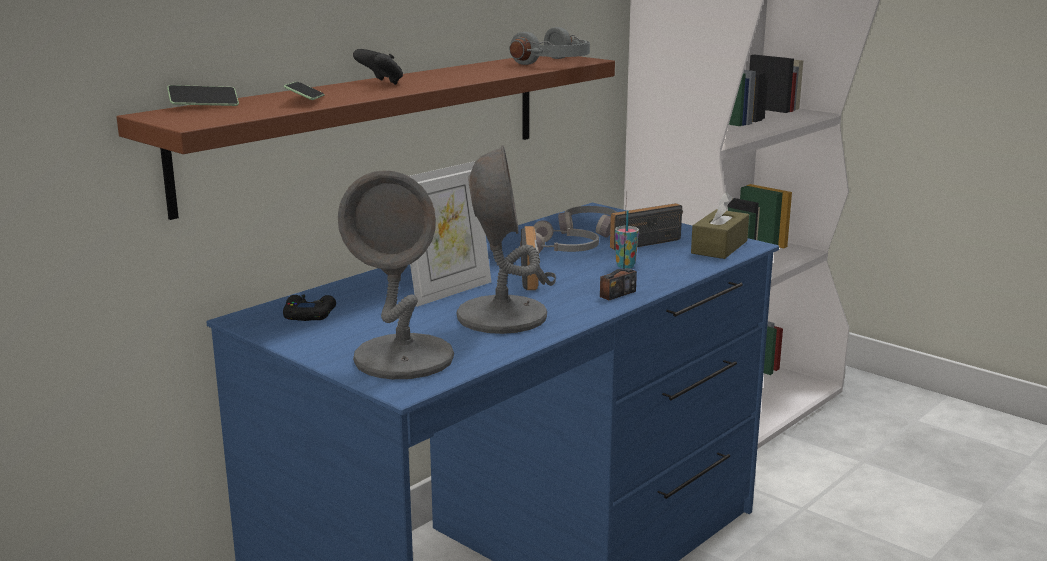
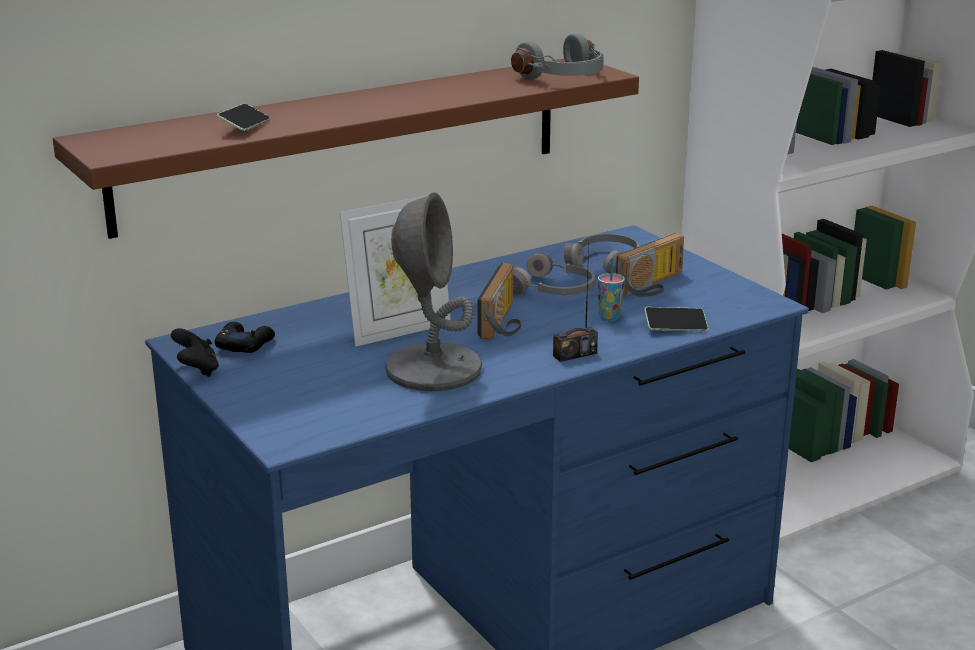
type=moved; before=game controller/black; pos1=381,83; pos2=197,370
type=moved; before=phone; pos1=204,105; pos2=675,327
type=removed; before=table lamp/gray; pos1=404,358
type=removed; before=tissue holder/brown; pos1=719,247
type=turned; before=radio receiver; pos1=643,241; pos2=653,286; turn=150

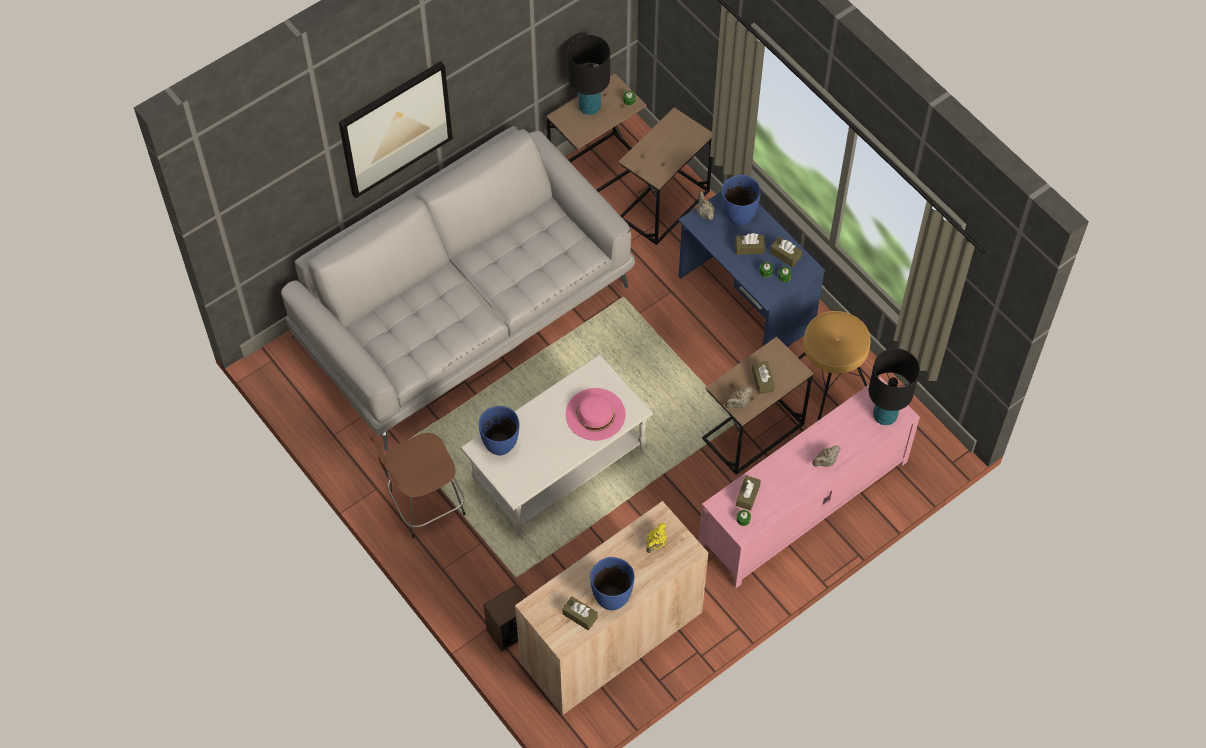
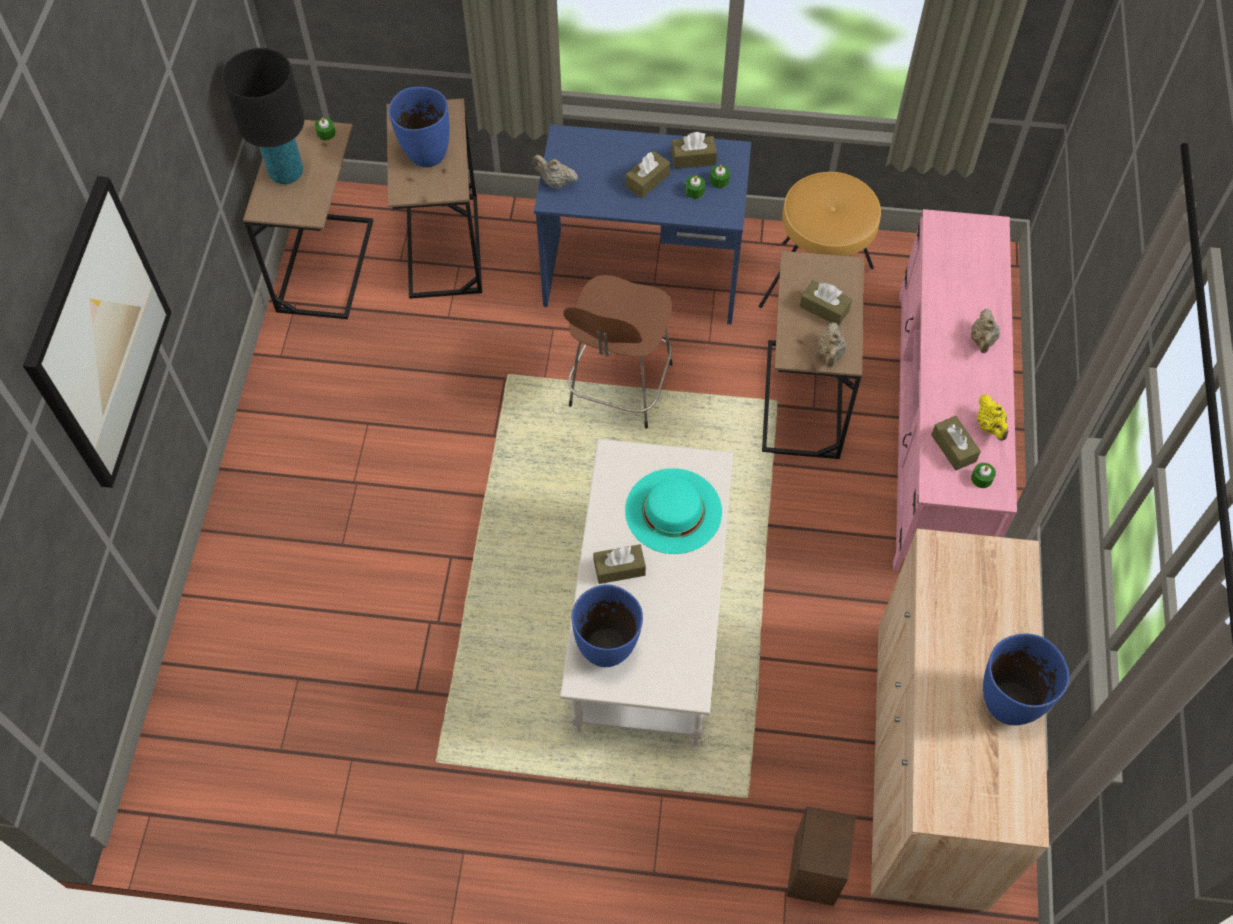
type=removed; before=settee/gray; pos1=465,310
type=moved; before=flower vase/bluish; pos1=738,216; pos2=426,155
type=removed; before=table lamp/black; pos1=885,415
type=recoloured; before=hat/pink-coloured; after=hat/turquoise; pos1=595,414; pos2=673,510
type=moved; before=sitting stool/brown; pos1=424,504; pos2=619,388
type=moved; before=teapot/yellow-coloured; pos1=656,543; pos2=990,426
type=moved; before=tissue holder/brown; pos1=580,616; pos2=619,568

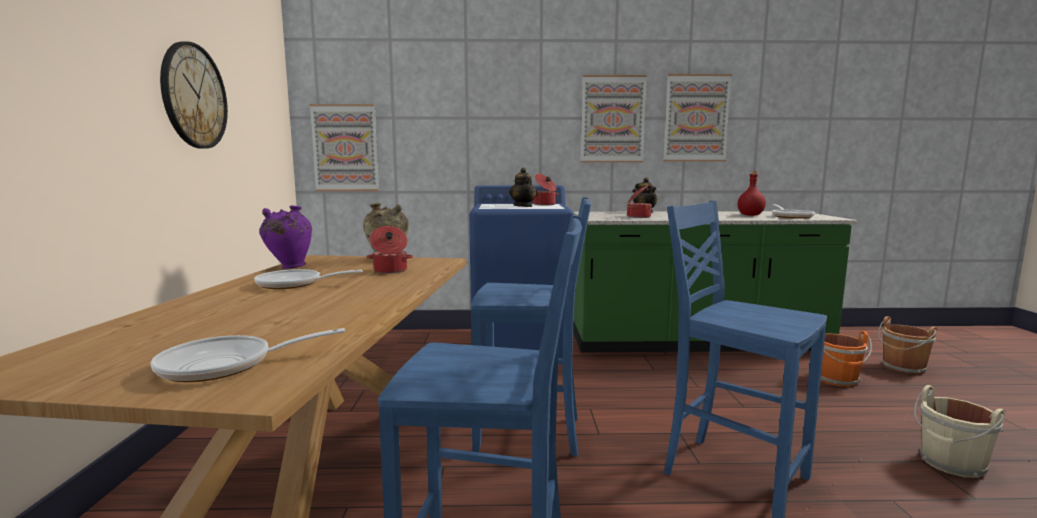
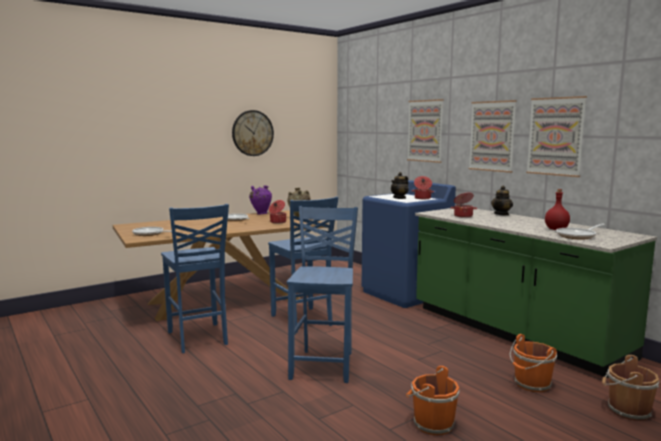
type=moved; before=picture; pos1=345,148; pos2=425,131
type=recoloured; before=pail/sand-coloured; after=pail/orangey; pos1=951,464; pos2=431,424

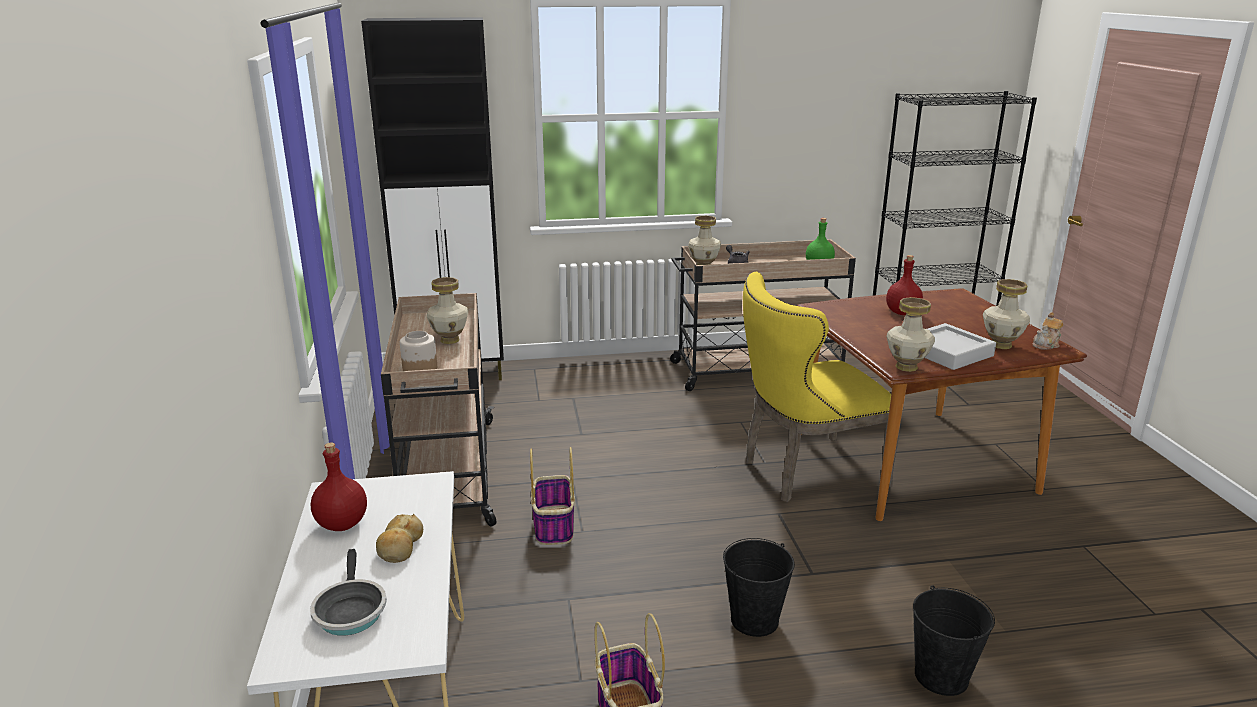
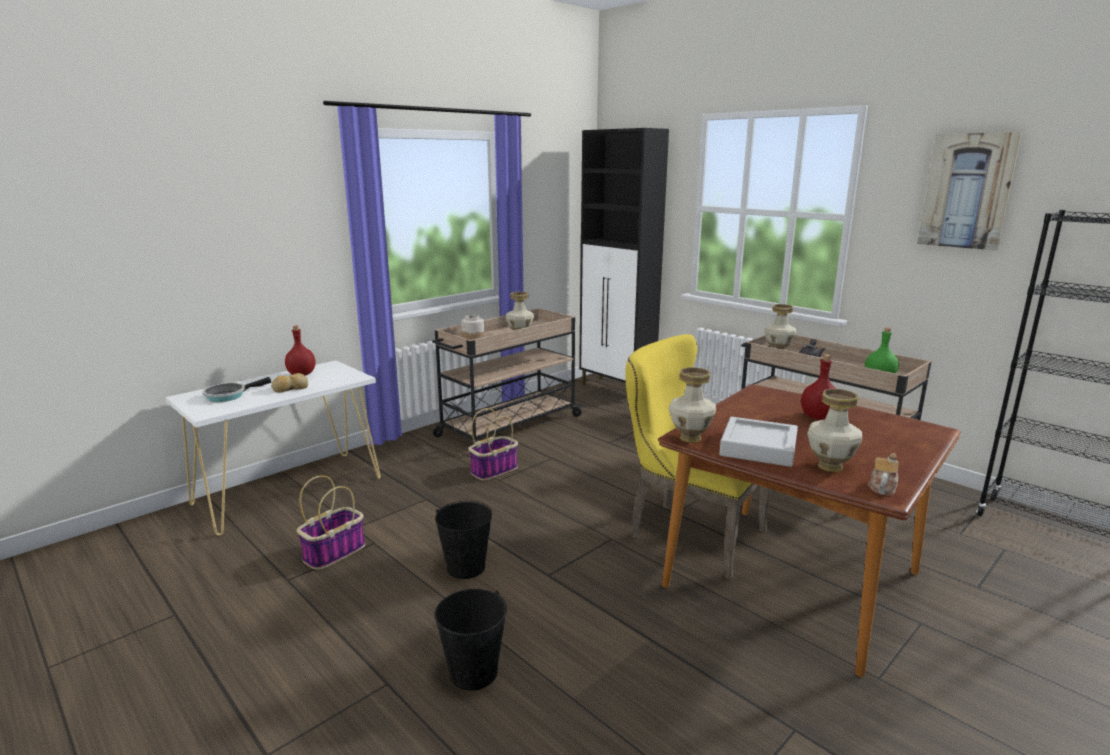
type=turned; before=teapot; pos1=1046,345; pos2=882,487; turn=105
type=added; after=picture; pos2=967,191

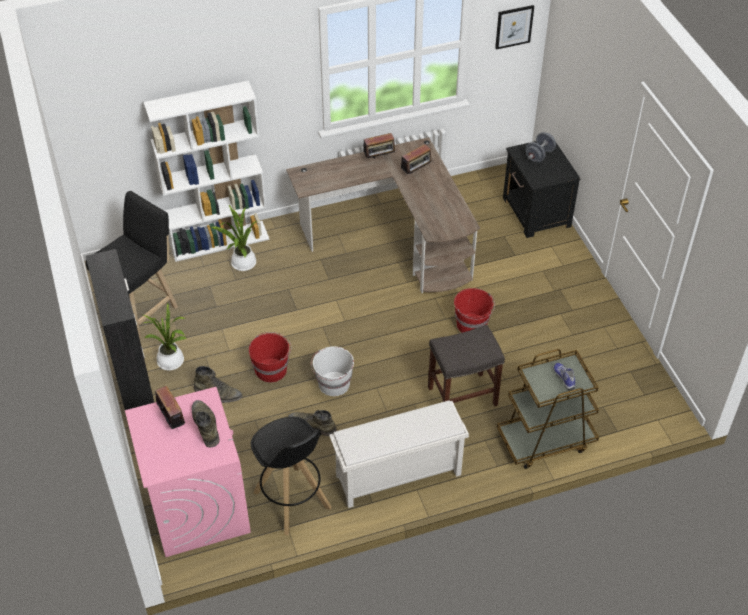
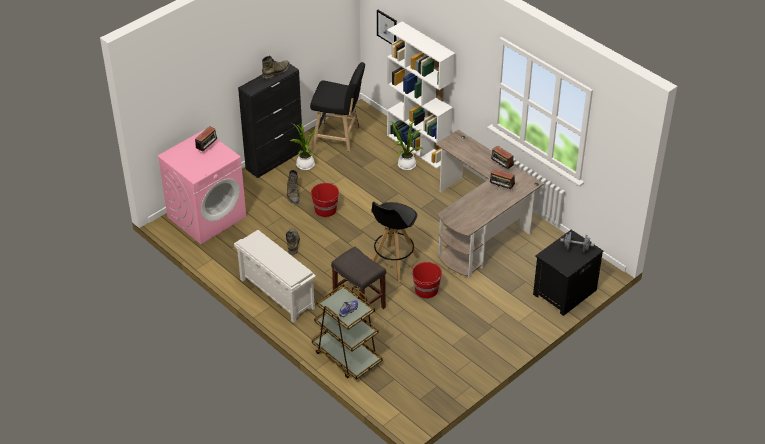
type=moved; before=picture; pos1=514,26; pos2=387,27
type=removed; before=pail/white-coloured; pos1=333,384
type=moved; before=tall boot/greenish; pos1=205,425; pos2=276,72
type=moved; before=sitting stool/black; pos1=292,500; pos2=393,263

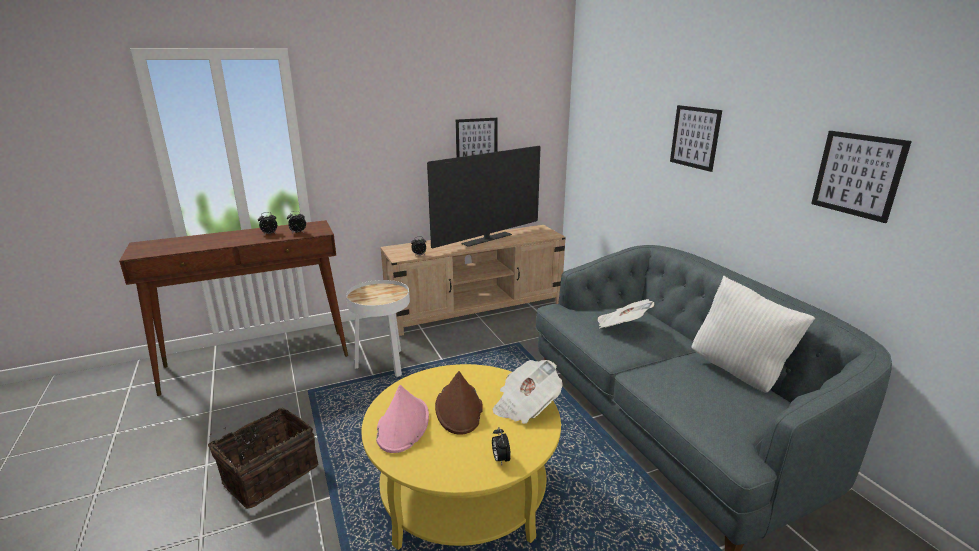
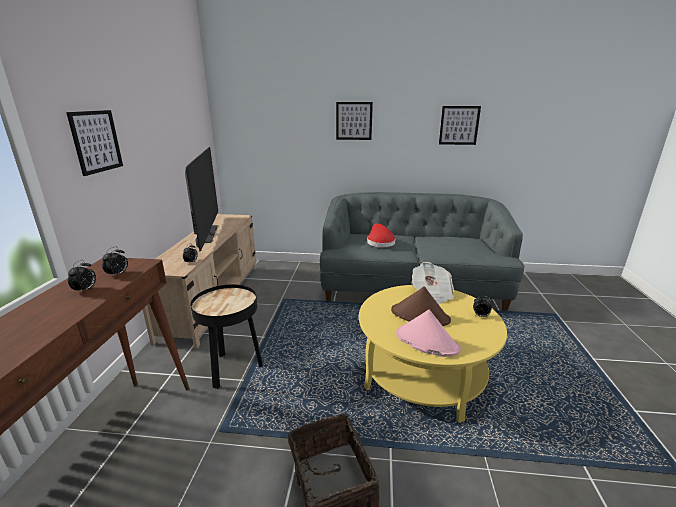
type=moved; before=picture; pos1=476,141; pos2=96,141
type=removed; before=pillow/white-coloured; pos1=739,373
type=recoloured; before=accent table/white-coloured; after=accent table/black; pos1=384,364; pos2=233,368
type=replaced; before=printed paper; after=hat/red; pos1=621,326; pos2=379,242

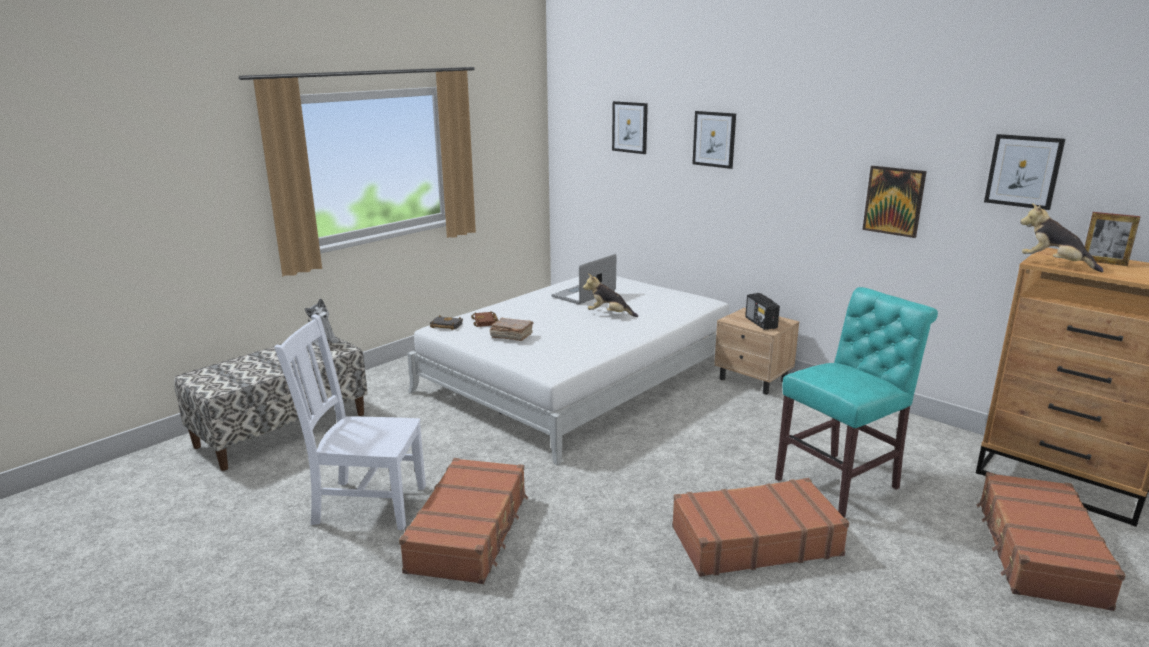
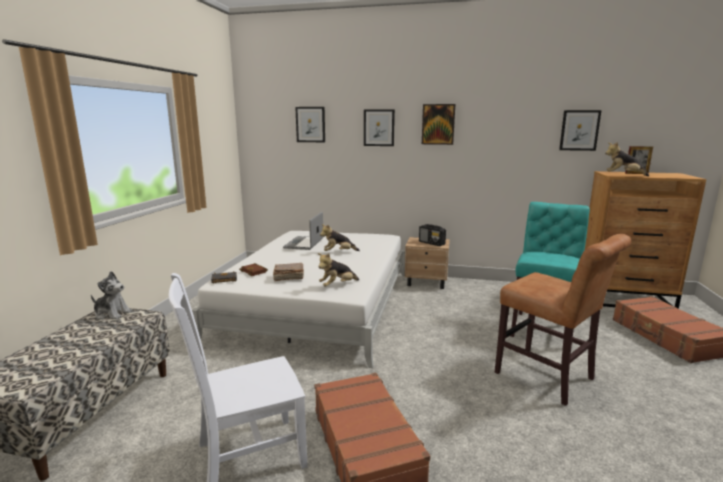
type=moved; before=picture; pos1=894,201; pos2=438,124
type=replaced; before=piece of luggage/brown; after=upright chair/brown; pos1=754,540; pos2=548,378
type=added; after=plush toy; pos2=337,285

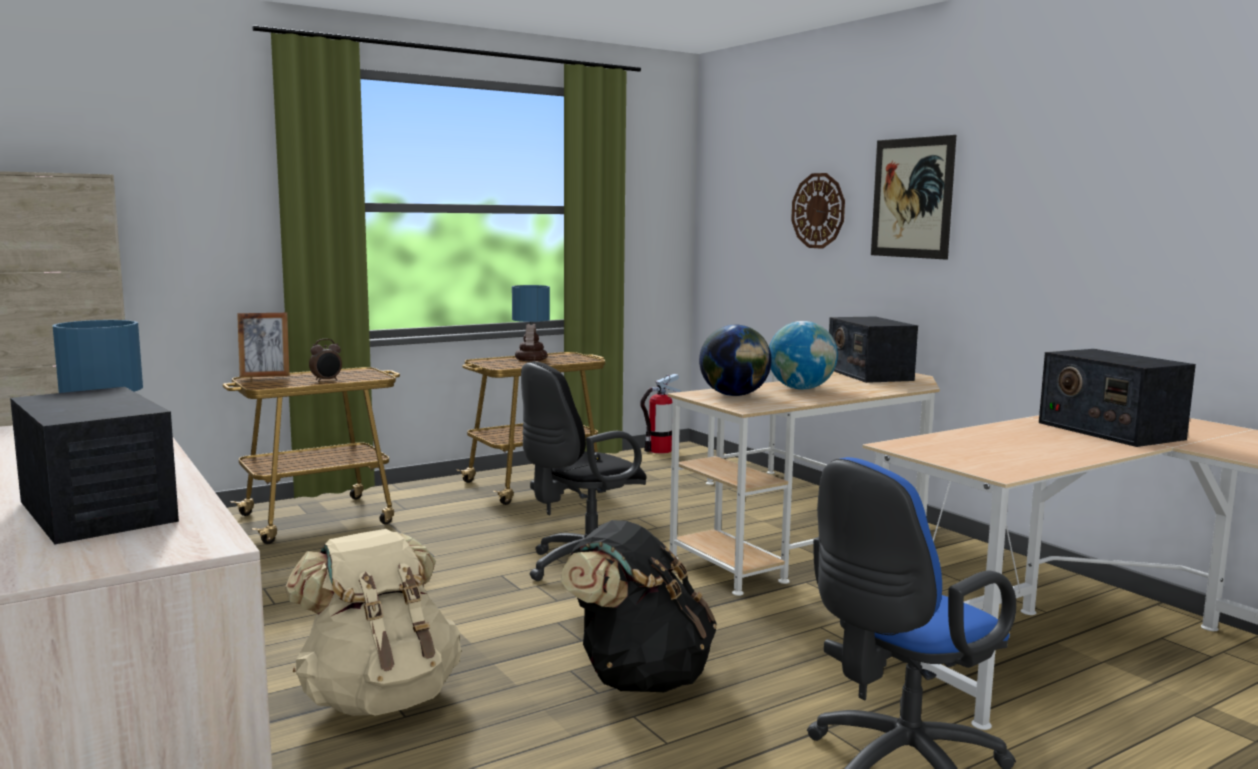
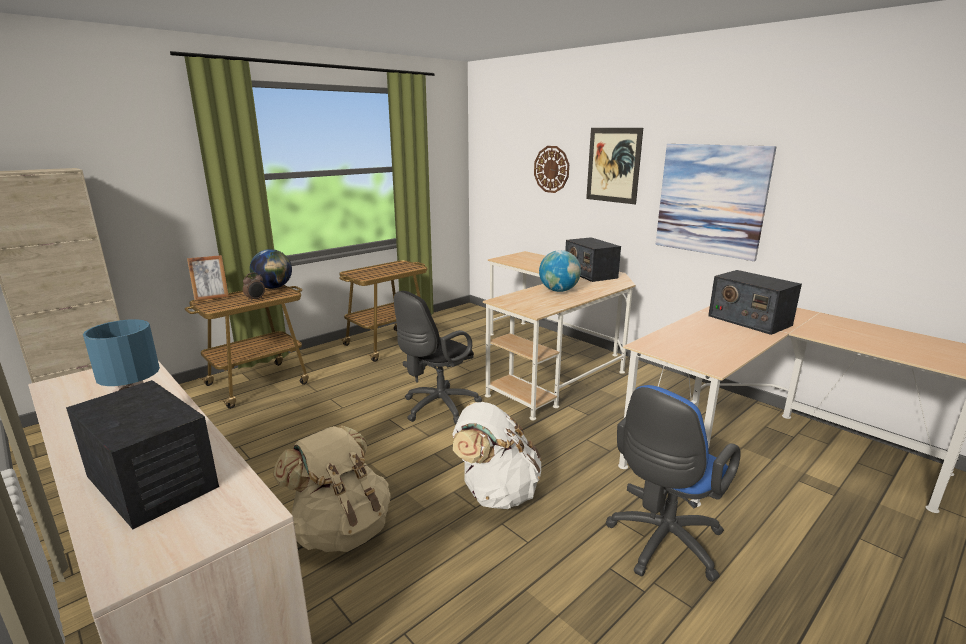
type=removed; before=table lamp; pos1=531,359
type=moved; before=globe; pos1=734,395; pos2=274,287
type=removed; before=fire extinguisher; pos1=659,450
type=recoloured; before=rucksack/black; after=rucksack/white-coloured; pos1=638,678; pos2=496,492
type=added; after=picture; pos2=711,200

